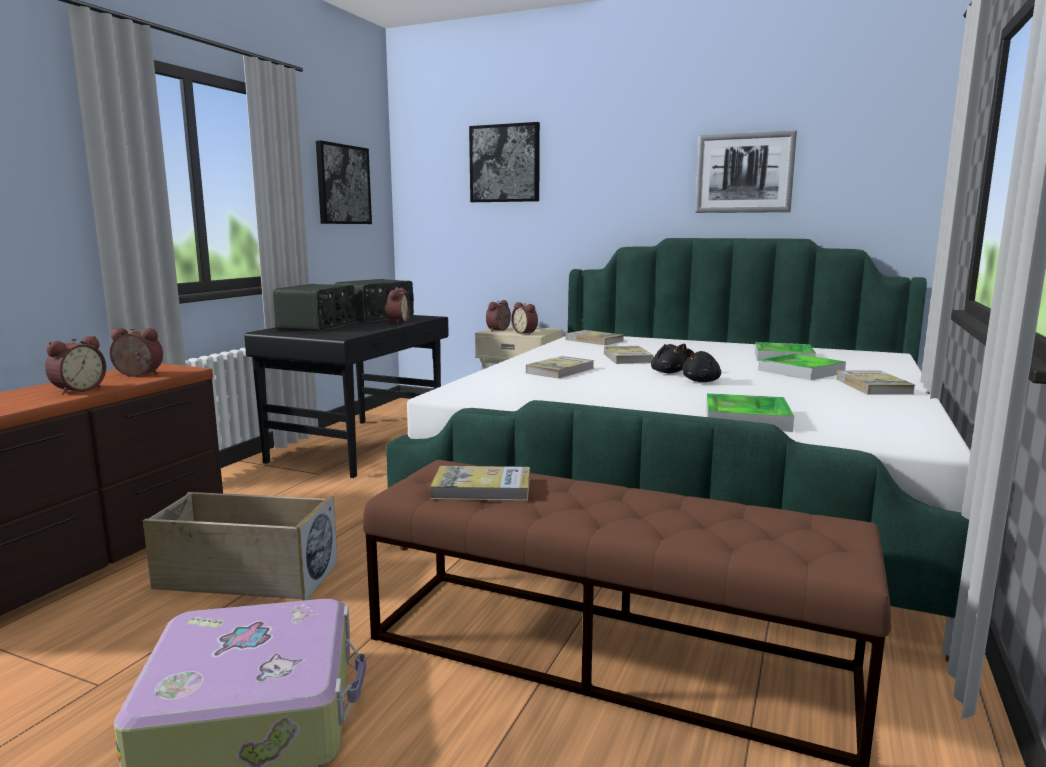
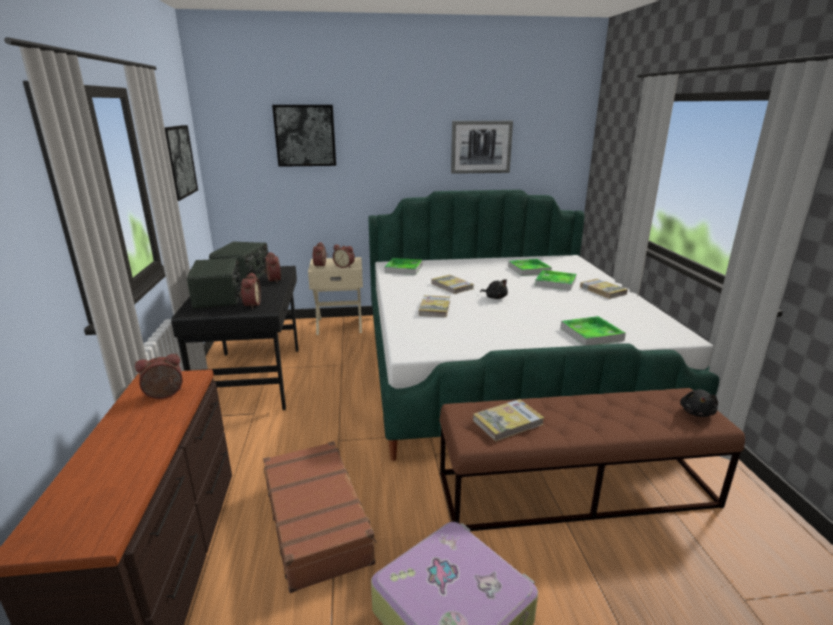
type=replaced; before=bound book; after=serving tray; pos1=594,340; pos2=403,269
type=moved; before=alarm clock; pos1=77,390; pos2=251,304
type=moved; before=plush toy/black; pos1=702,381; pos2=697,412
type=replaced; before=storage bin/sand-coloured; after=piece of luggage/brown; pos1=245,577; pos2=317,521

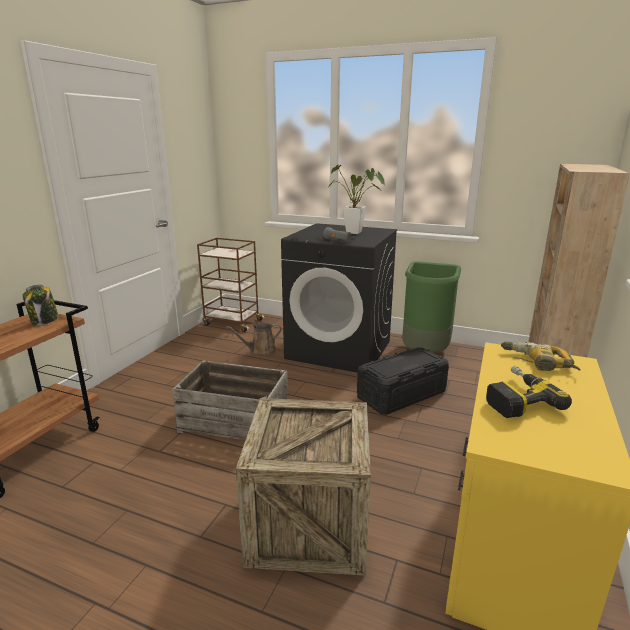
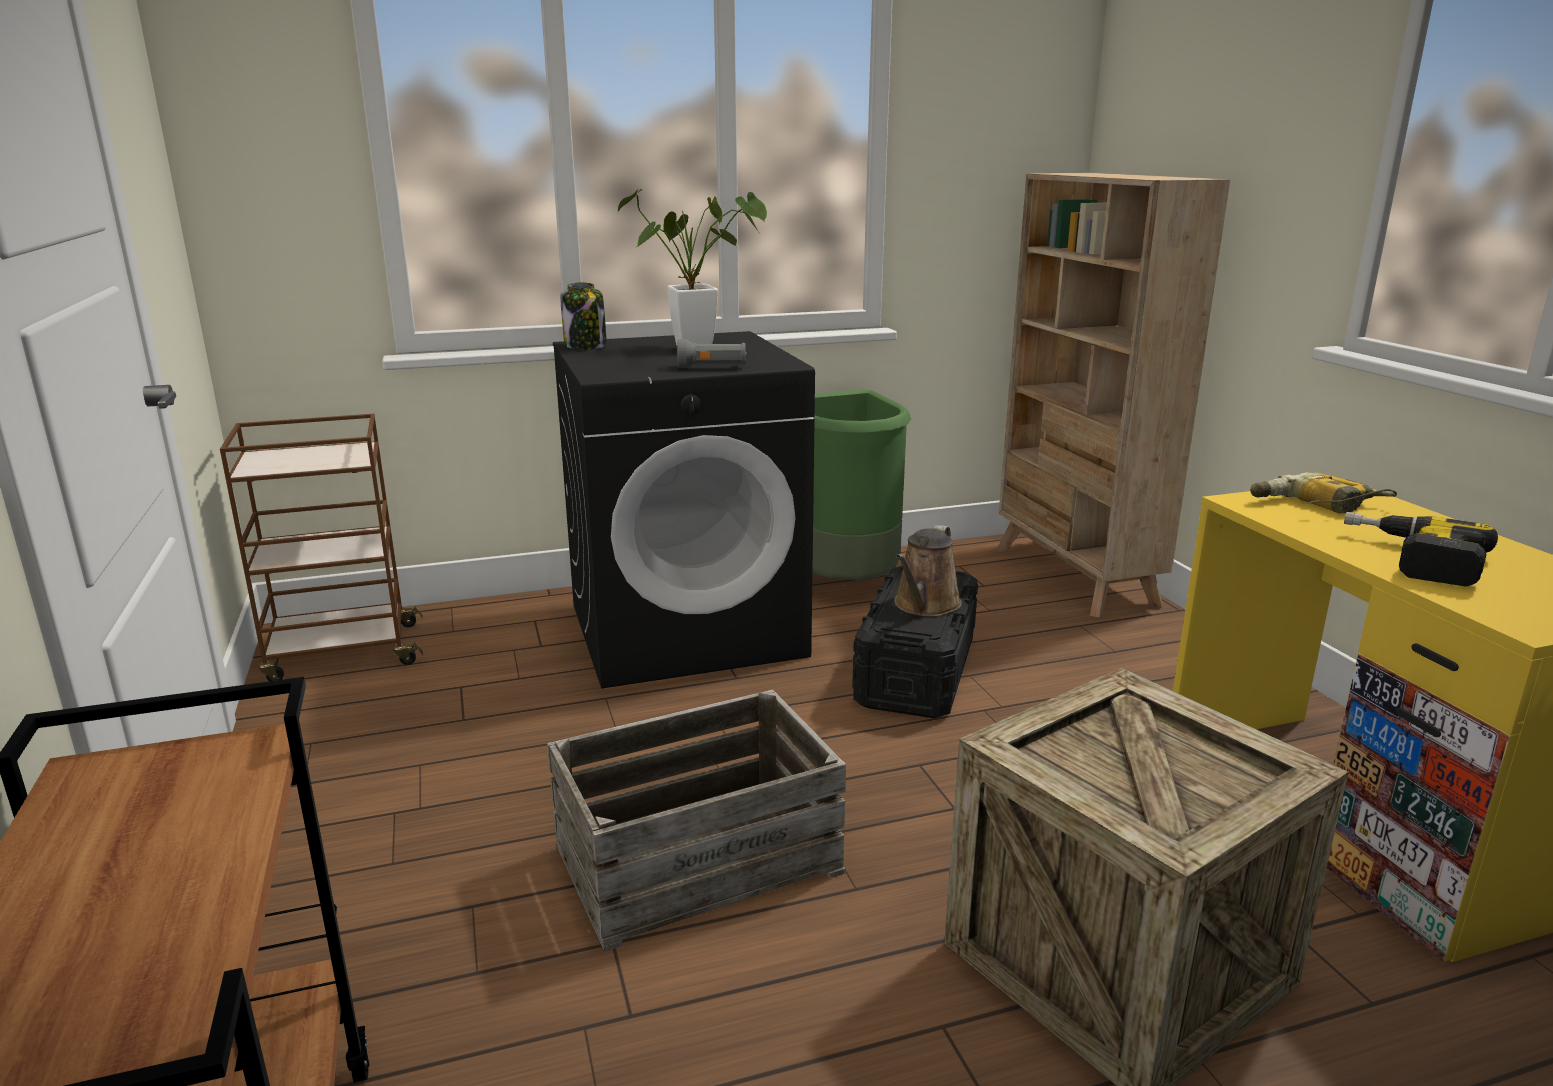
type=moved; before=jar; pos1=44,320; pos2=586,346
type=moved; before=watering can/brown; pos1=260,351; pos2=925,606

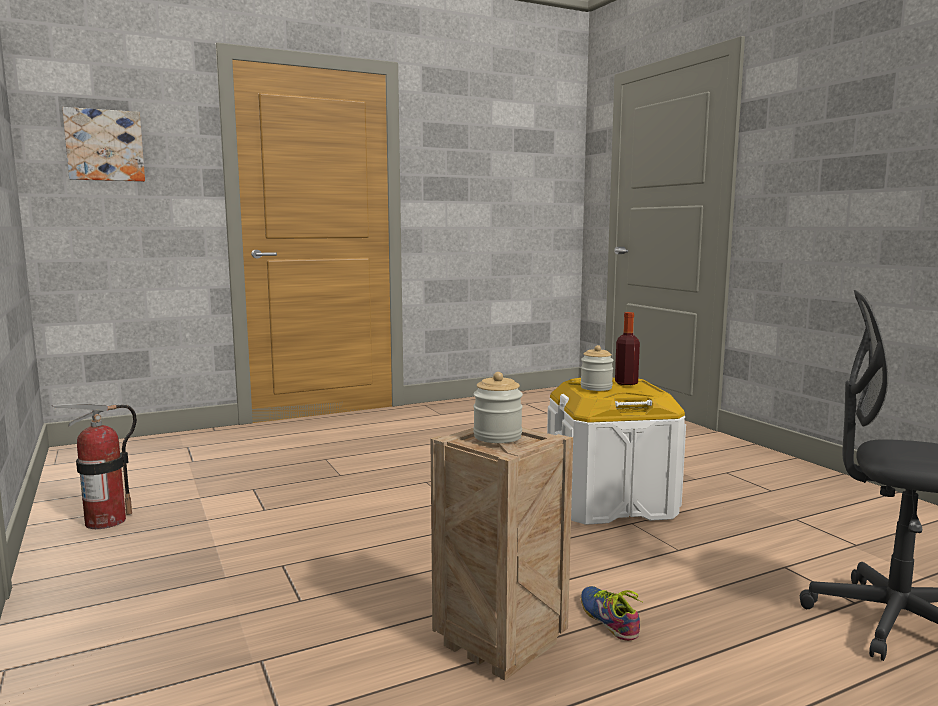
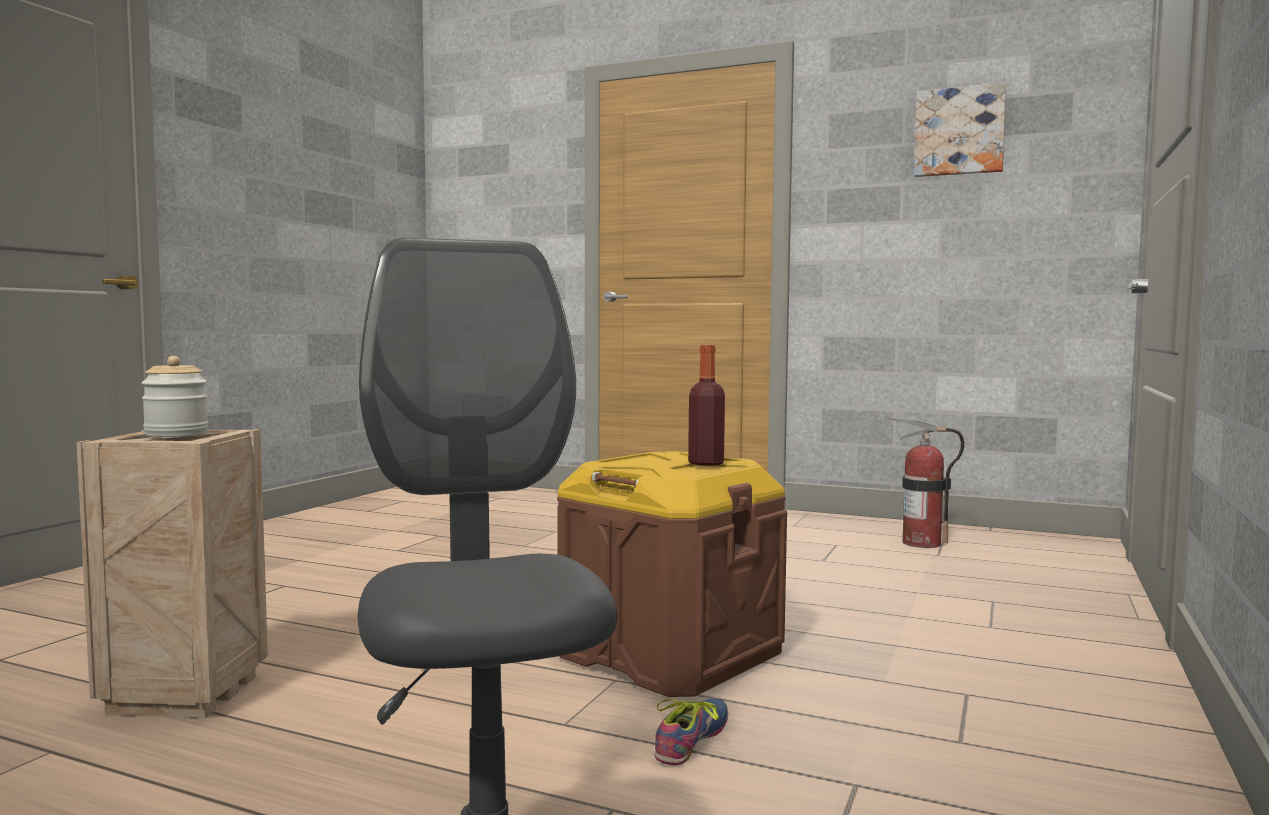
type=moved; before=picture; pos1=104,145; pos2=959,132
type=removed; before=jar; pos1=596,387
type=recoloured; before=storage bin/white-coloured; after=storage bin/brown; pos1=610,502; pos2=669,653
type=moved; before=fire extinguisher; pos1=105,521; pos2=921,543
type=moved; before=low shoe; pos1=611,618; pos2=696,740

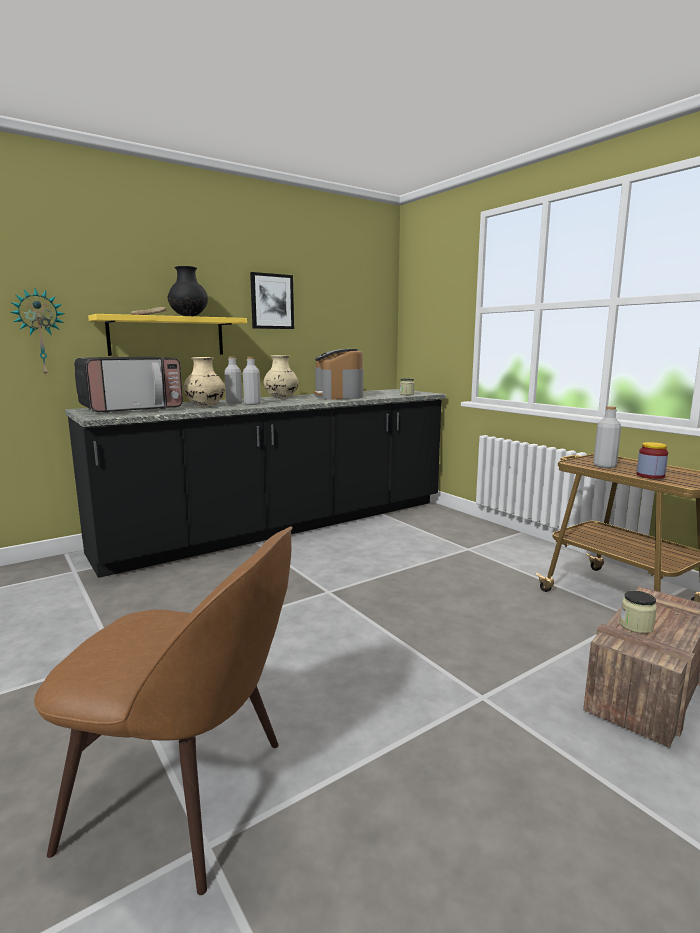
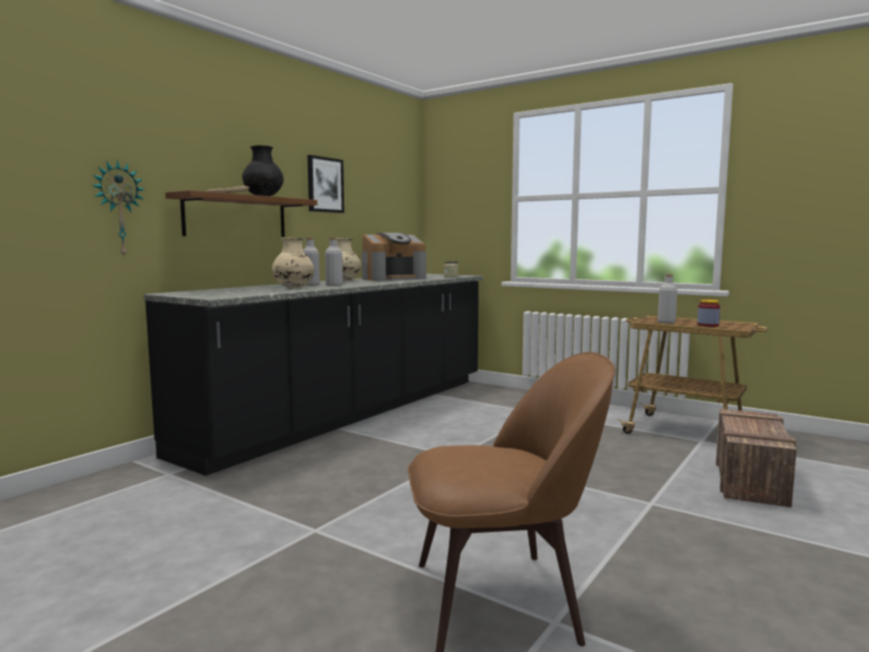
type=recoloured; before=shelf/yellow-coloured; after=shelf/brown; pos1=167,336; pos2=236,217
type=turned; before=coffee maker; pos1=338,396; pos2=393,278; turn=-90
type=removed; before=microwave oven; pos1=132,408
type=removed; before=jar; pos1=636,626

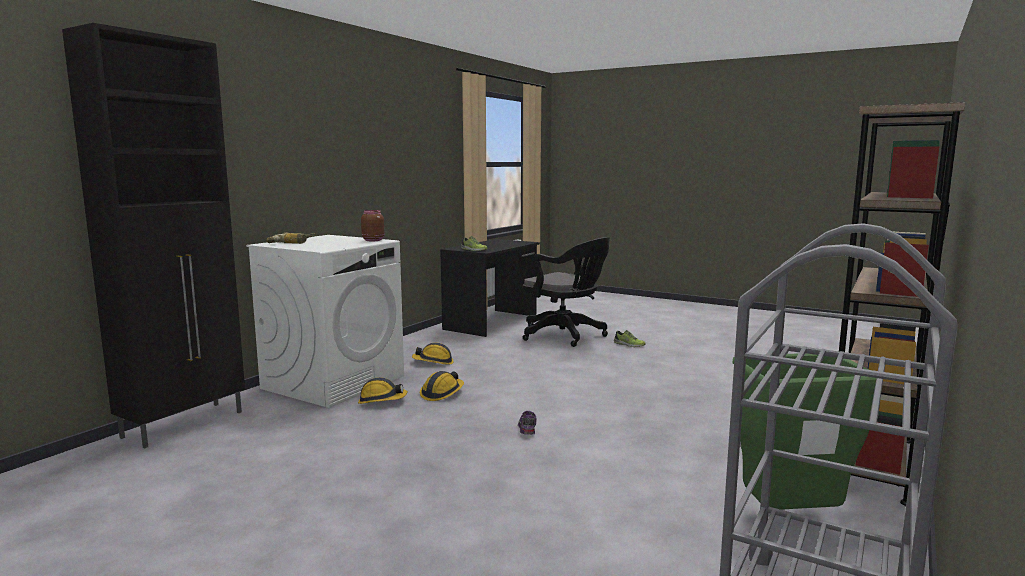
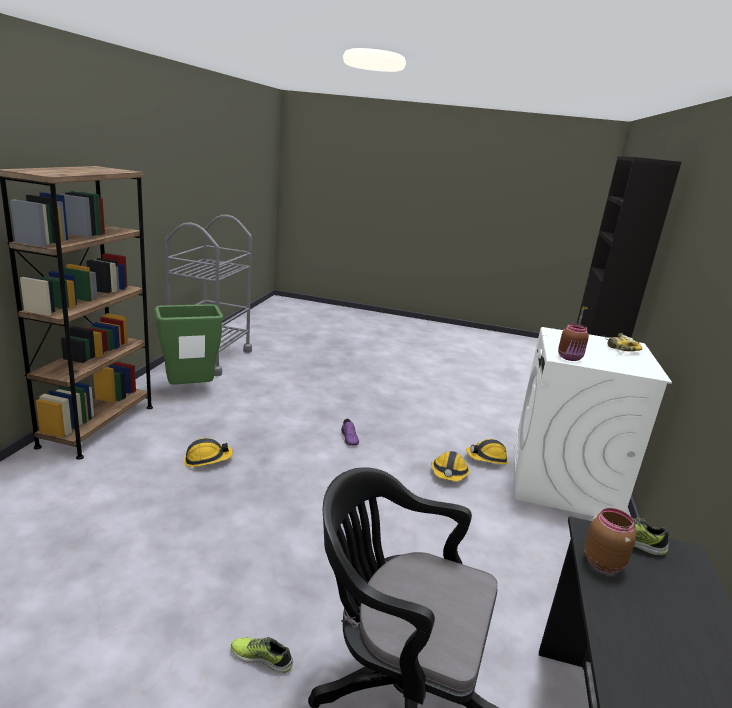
type=moved; before=hard hat; pos1=433,362; pos2=207,459
type=added; after=jar/brown; pos2=602,562

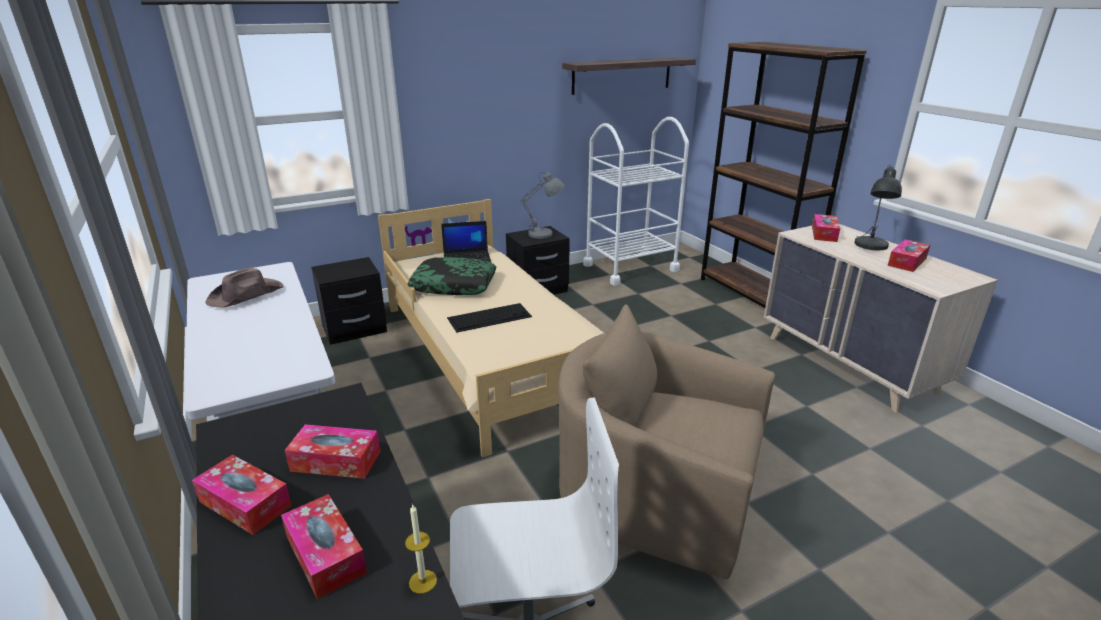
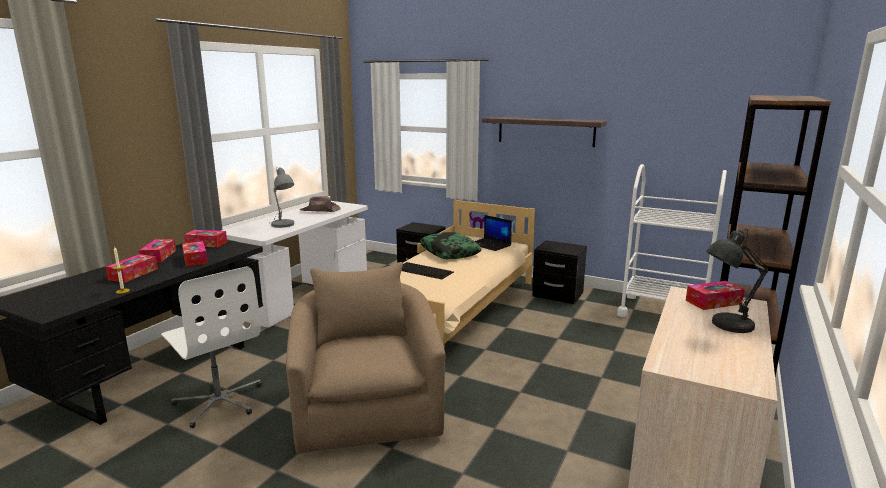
type=moved; before=shelf; pos1=622,75; pos2=545,131
type=moved; before=table lamp/gray; pos1=544,234; pos2=283,225
type=moved; before=tissue holder; pos1=907,262; pos2=206,244

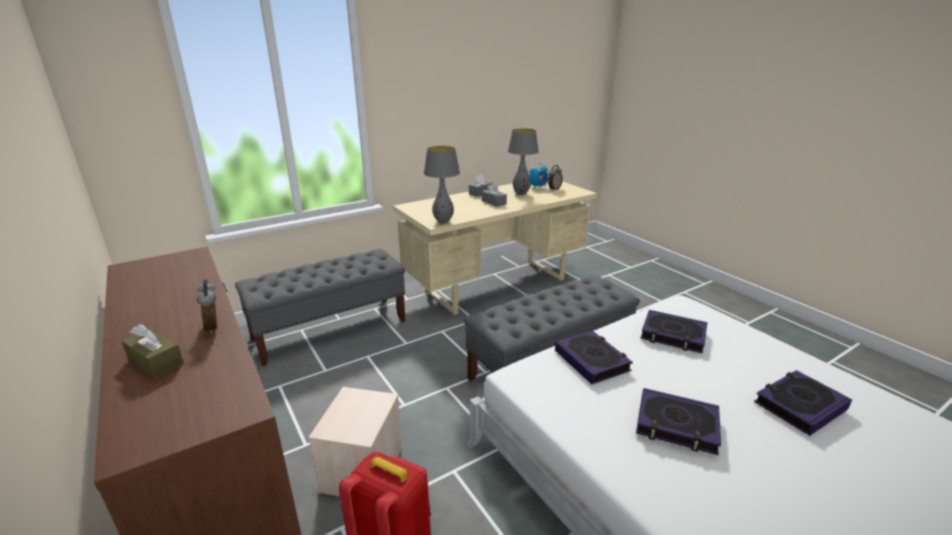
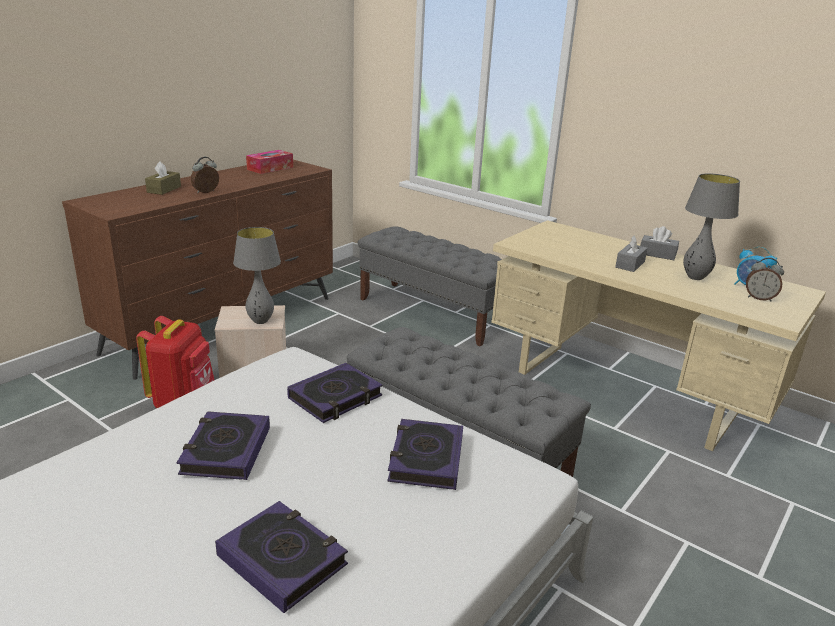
type=moved; before=table lamp/gray; pos1=443,222; pos2=260,321
type=added; after=tissue holder; pos2=270,168

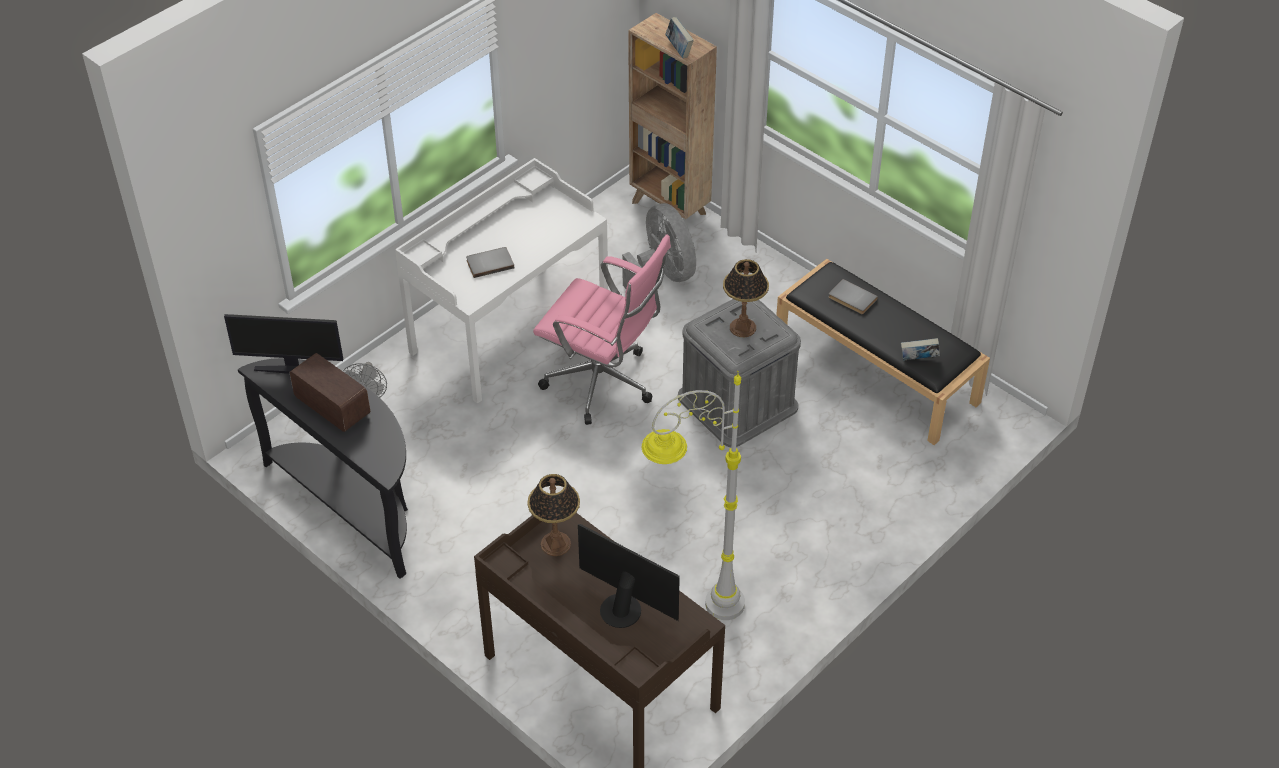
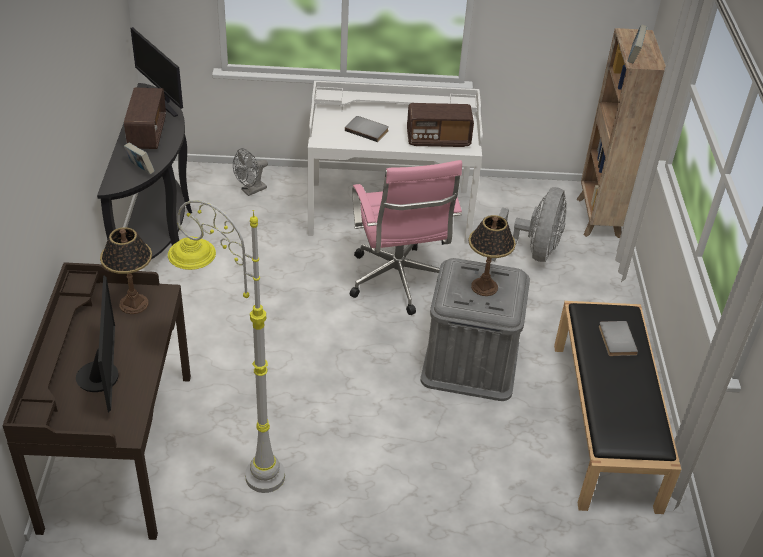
type=moved; before=bound book; pos1=918,360; pos2=140,170
type=added; after=radio receiver; pos2=438,139

